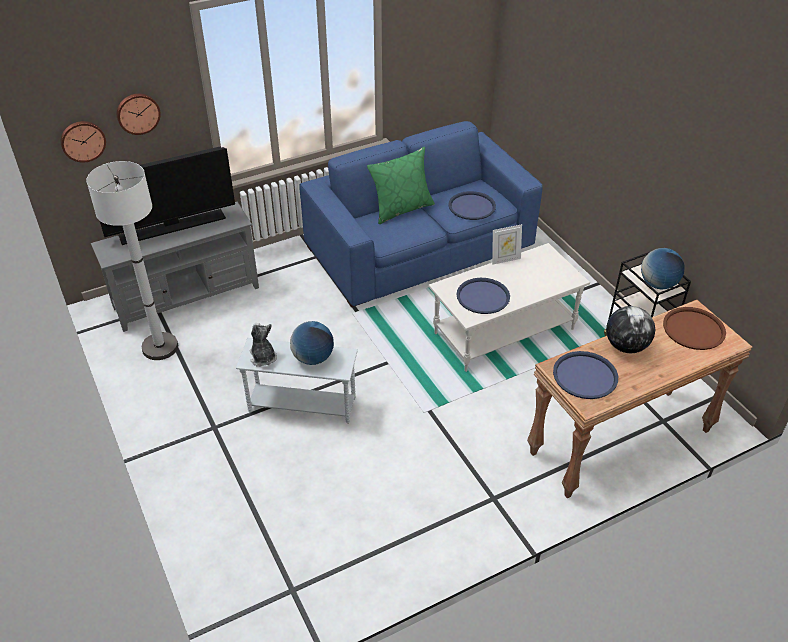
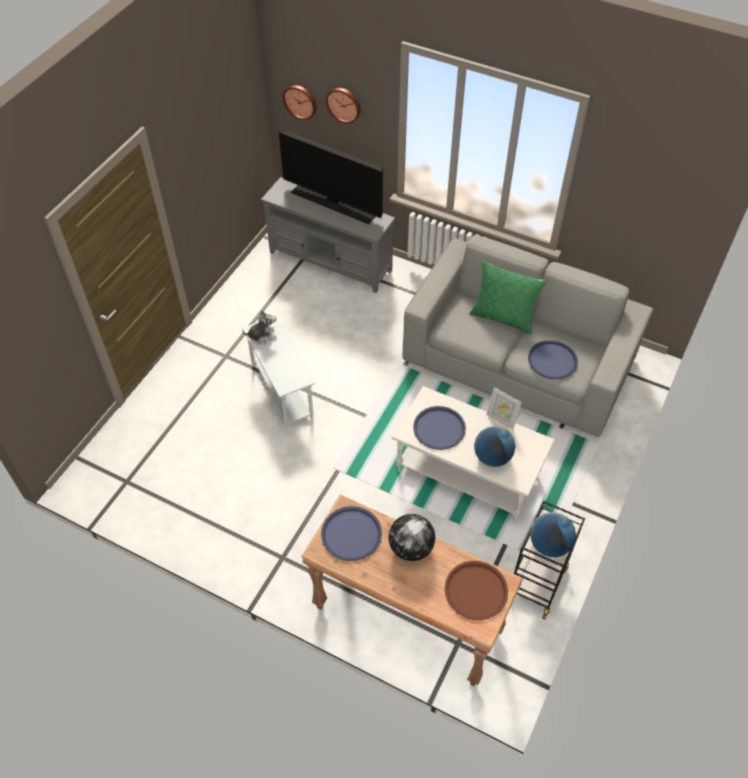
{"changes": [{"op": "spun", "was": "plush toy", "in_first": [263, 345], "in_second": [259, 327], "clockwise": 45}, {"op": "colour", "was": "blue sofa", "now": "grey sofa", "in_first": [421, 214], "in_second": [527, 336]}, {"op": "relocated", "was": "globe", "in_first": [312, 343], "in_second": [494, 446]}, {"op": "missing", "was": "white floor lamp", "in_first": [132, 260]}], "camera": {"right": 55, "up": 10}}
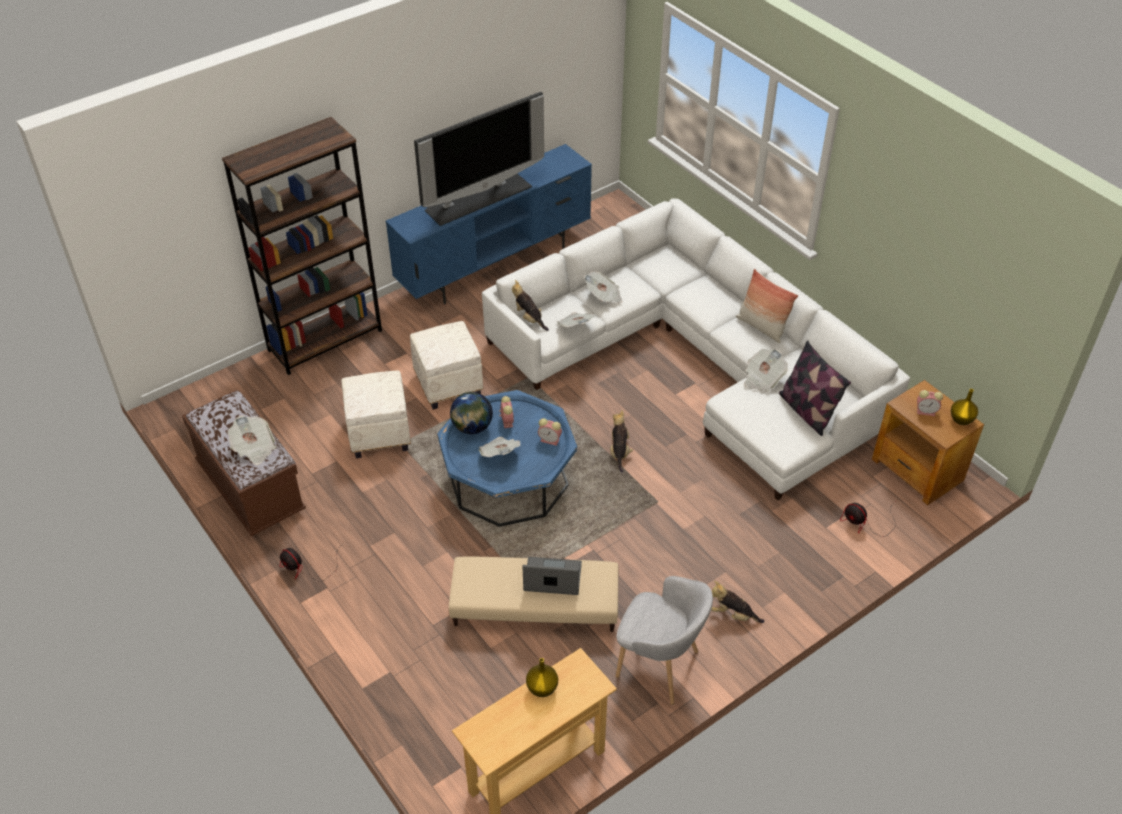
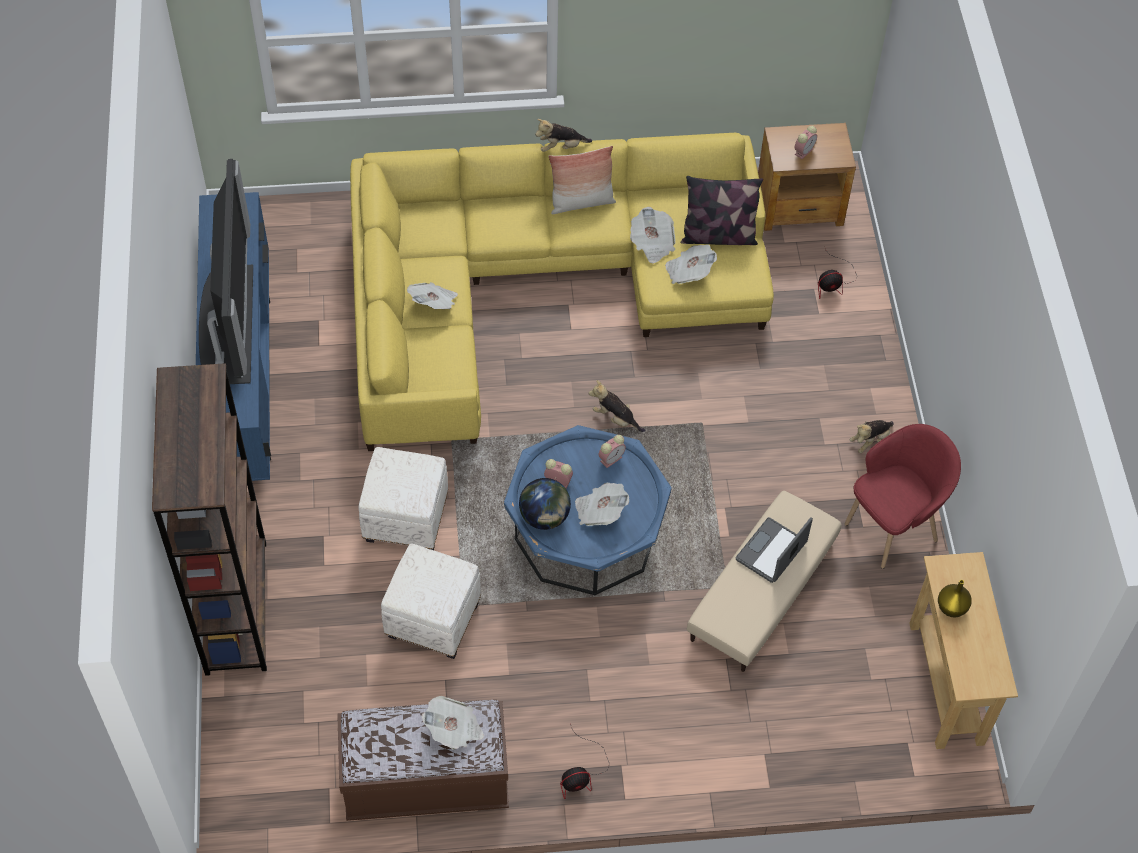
{"changes": [{"op": "colour", "was": "white sofa", "now": "yellow sofa", "in_first": [696, 349], "in_second": [562, 292]}, {"op": "relocated", "was": "plush toy", "in_first": [530, 305], "in_second": [563, 135]}, {"op": "relocated", "was": "newspaper", "in_first": [576, 319], "in_second": [691, 264]}, {"op": "colour", "was": "grey armchair", "now": "red armchair", "in_first": [664, 640], "in_second": [902, 496]}, {"op": "missing", "was": "yellow vase", "in_first": [964, 407]}], "camera": {"right": -60, "up": 10}}
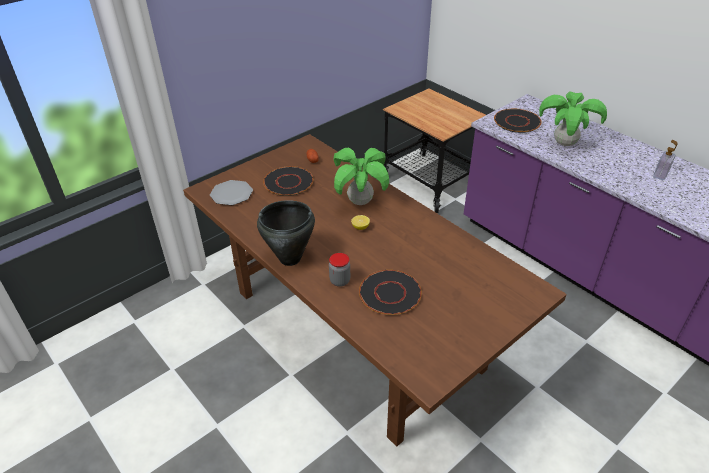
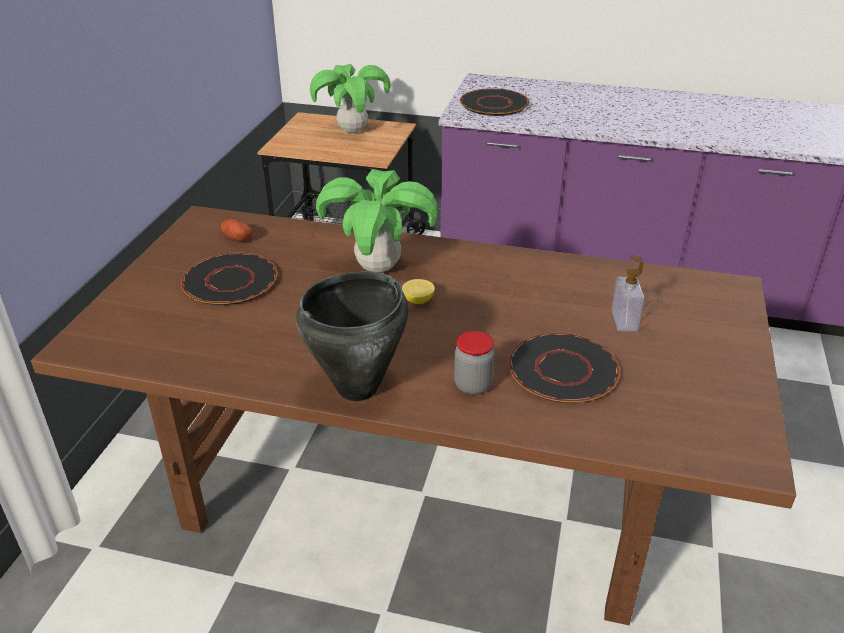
{"changes": [{"op": "relocated", "was": "potted plant", "in_first": [573, 118], "in_second": [350, 98]}, {"op": "relocated", "was": "soap dispenser", "in_first": [665, 160], "in_second": [628, 292]}, {"op": "missing", "was": "plate", "in_first": [231, 192]}], "camera": {"right": -35, "up": -5}}
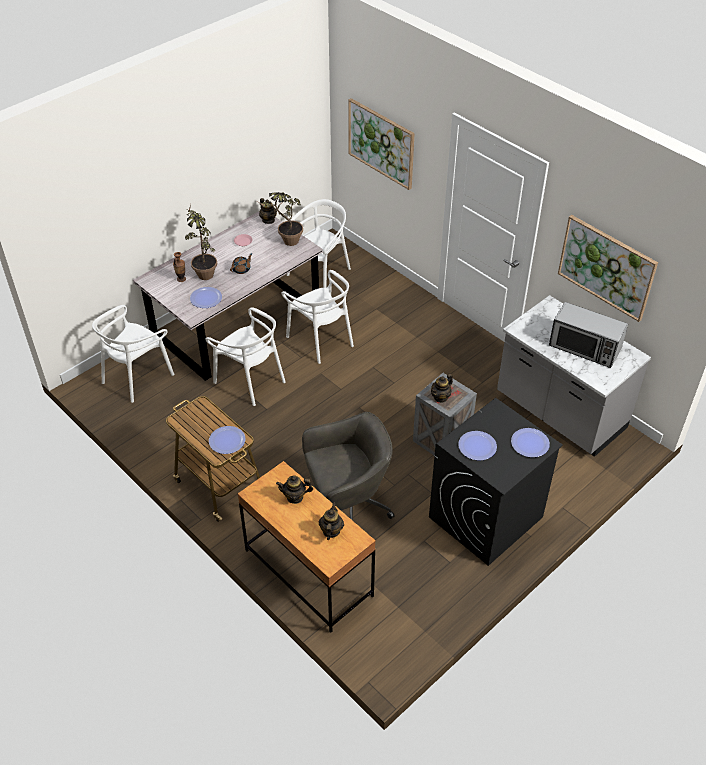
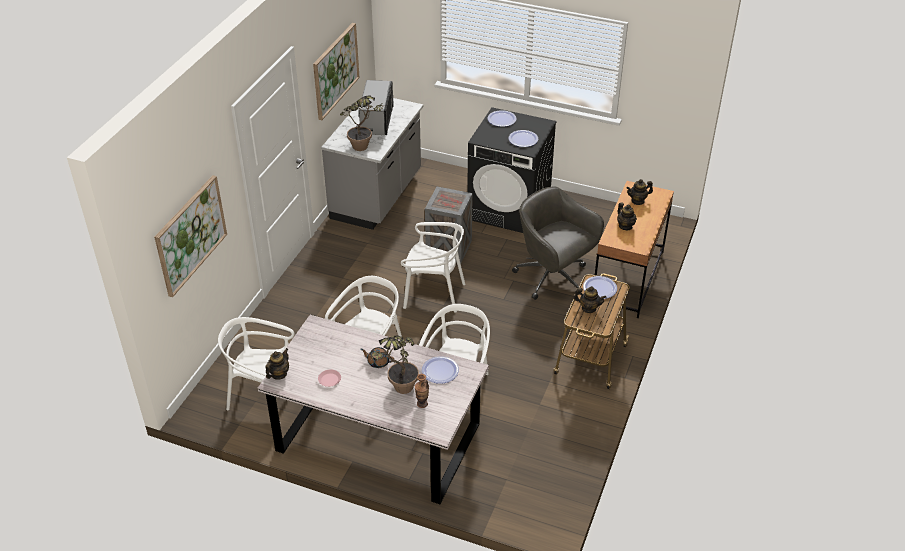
{"changes": [{"op": "relocated", "was": "potted plant", "in_first": [280, 219], "in_second": [362, 123]}, {"op": "relocated", "was": "white chair", "in_first": [133, 354], "in_second": [433, 267]}, {"op": "relocated", "was": "teapot", "in_first": [442, 388], "in_second": [590, 299]}], "camera": {"right": -115, "up": -5}}
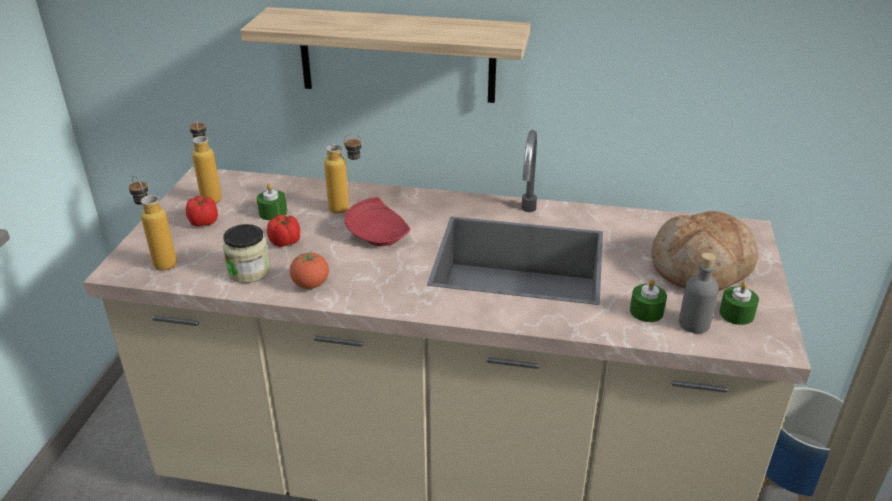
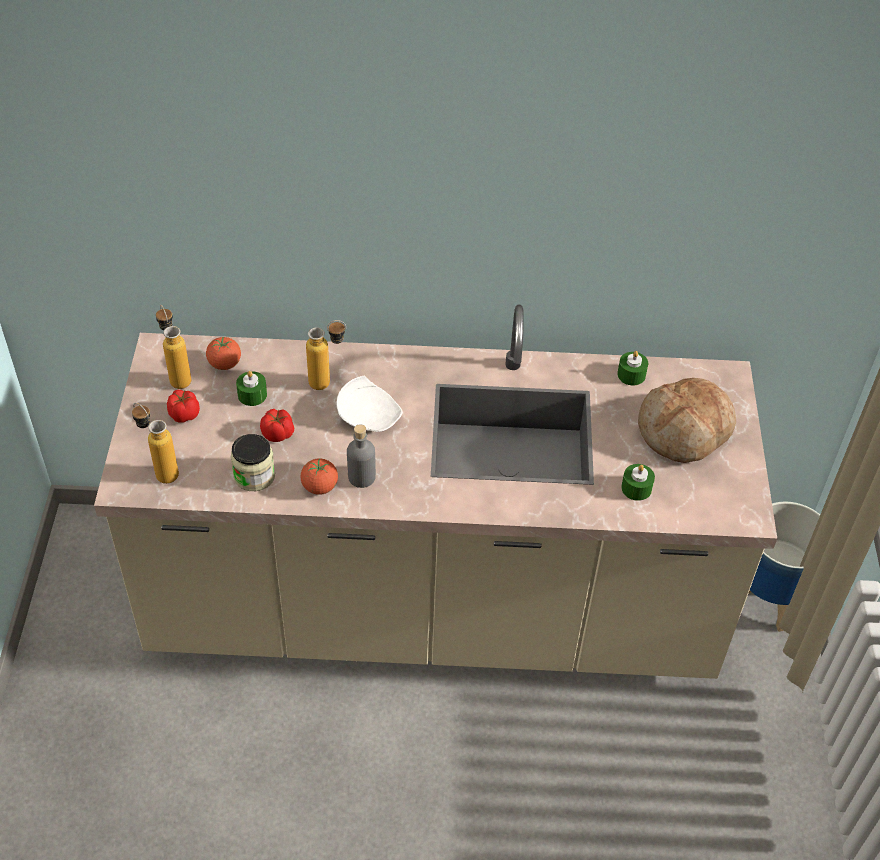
{"changes": [{"op": "appeared", "now": "tomato", "in_second": [223, 353]}, {"op": "colour", "was": "red plate", "now": "white plate", "in_first": [377, 221], "in_second": [370, 404]}, {"op": "relocated", "was": "grey bottle", "in_first": [699, 293], "in_second": [361, 456]}, {"op": "relocated", "was": "green candle", "in_first": [739, 303], "in_second": [632, 368]}, {"op": "missing", "was": "shelf", "in_first": [385, 55]}], "camera": {"right": -10, "up": 15}}
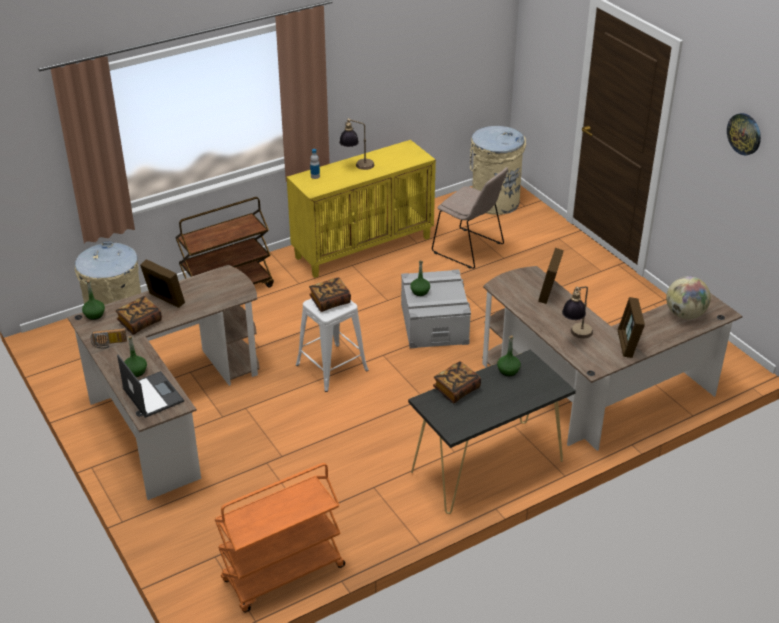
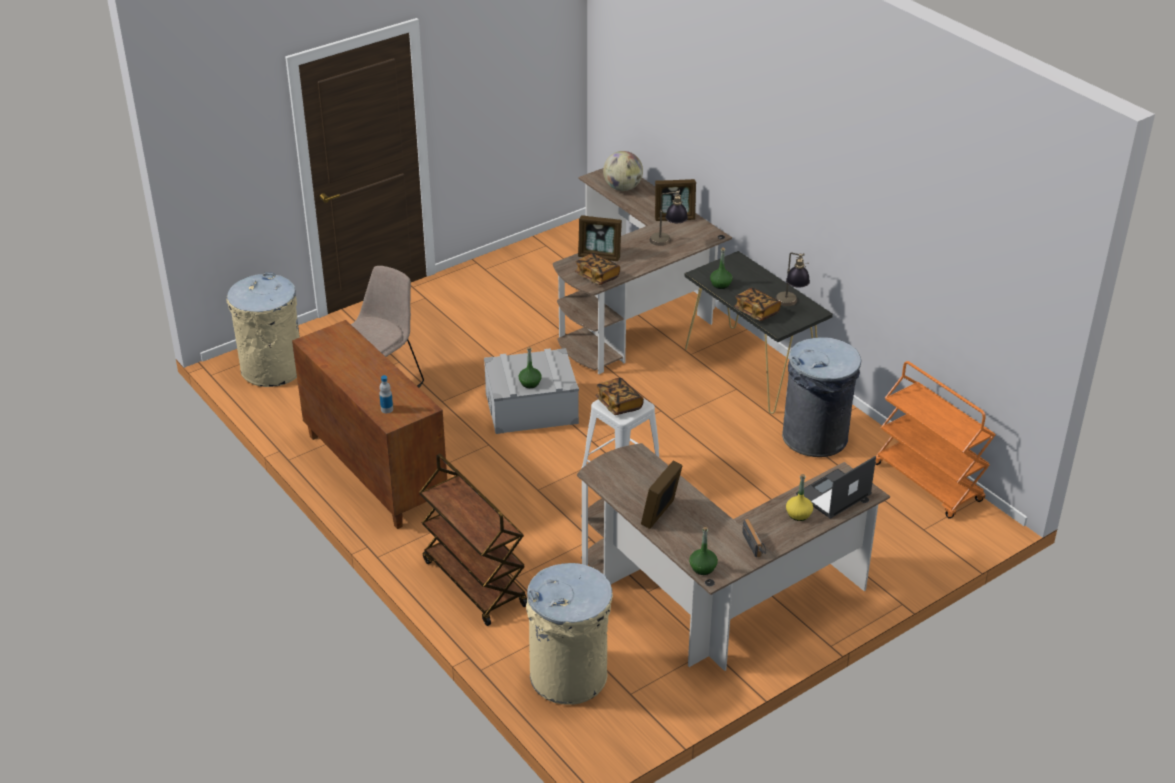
{"changes": [{"op": "colour", "was": "yellow cabinet", "now": "brown cabinet", "in_first": [361, 209], "in_second": [369, 424]}, {"op": "relocated", "was": "book", "in_first": [138, 315], "in_second": [597, 269]}, {"op": "relocated", "was": "table lamp", "in_first": [356, 144], "in_second": [792, 279]}, {"op": "appeared", "now": "grey trash can", "in_second": [822, 397]}, {"op": "colour", "was": "green bottle", "now": "yellow bottle", "in_first": [135, 356], "in_second": [799, 497]}, {"op": "missing", "was": "wall clock", "in_first": [744, 134]}], "camera": {"right": -95, "up": 0}}
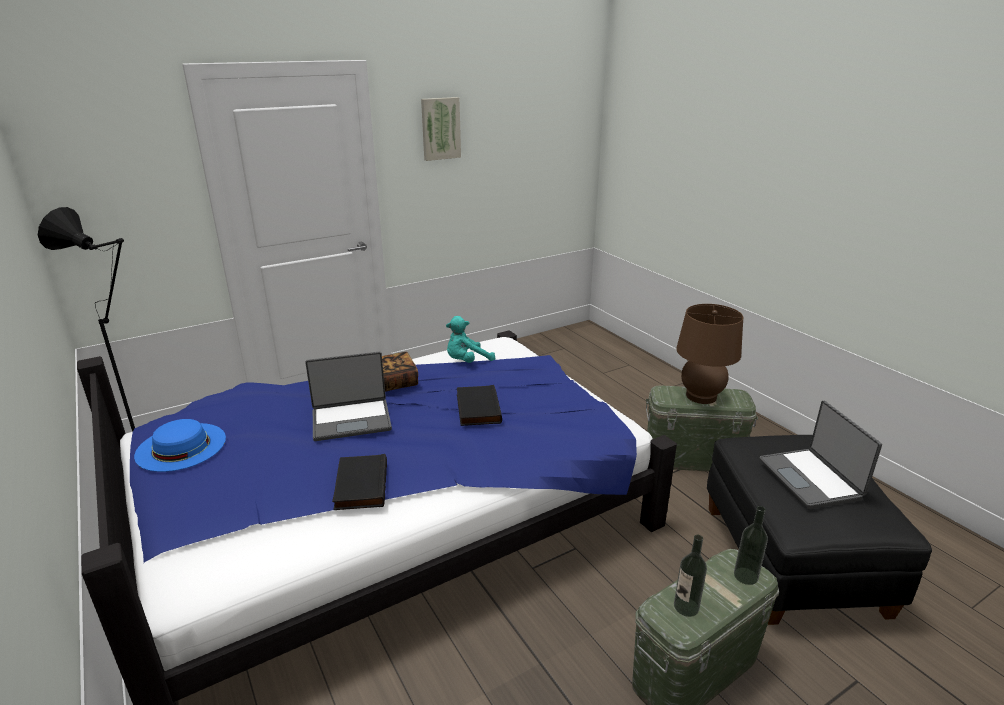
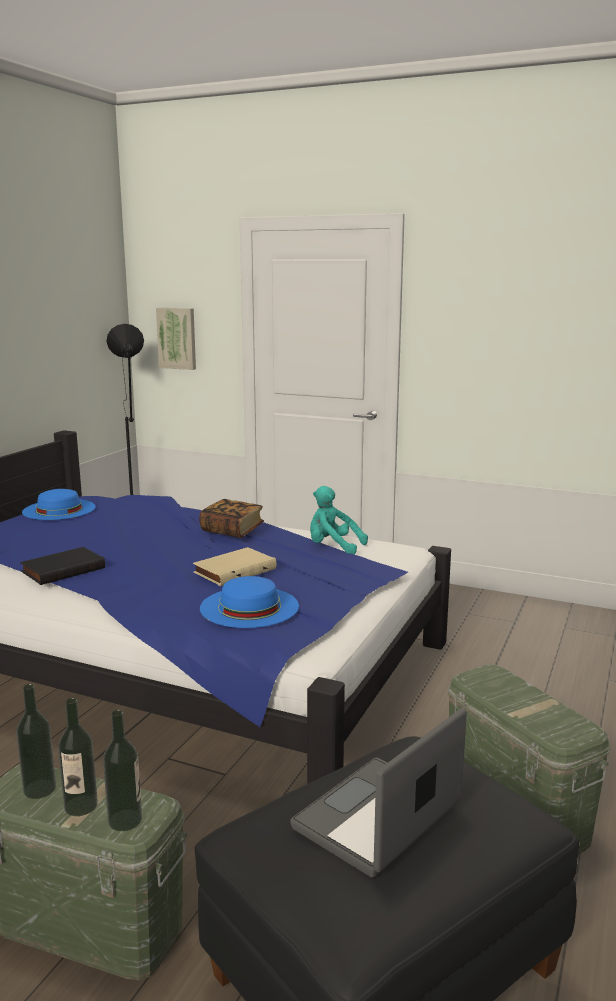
{"changes": [{"op": "appeared", "now": "bottle", "in_second": [78, 757]}, {"op": "relocated", "was": "picture", "in_first": [441, 129], "in_second": [176, 339]}, {"op": "colour", "was": "black book", "now": "beige book", "in_first": [479, 405], "in_second": [234, 566]}, {"op": "appeared", "now": "blue hat", "in_second": [249, 602]}, {"op": "missing", "was": "laptop", "in_first": [348, 396]}, {"op": "missing", "was": "brown table lamp", "in_first": [709, 354]}], "camera": {"right": 55, "up": -10}}
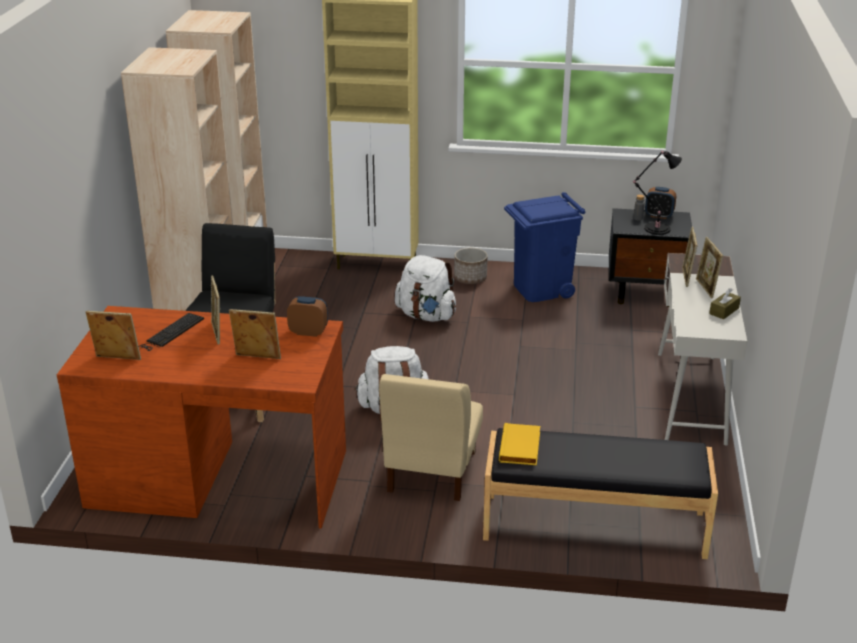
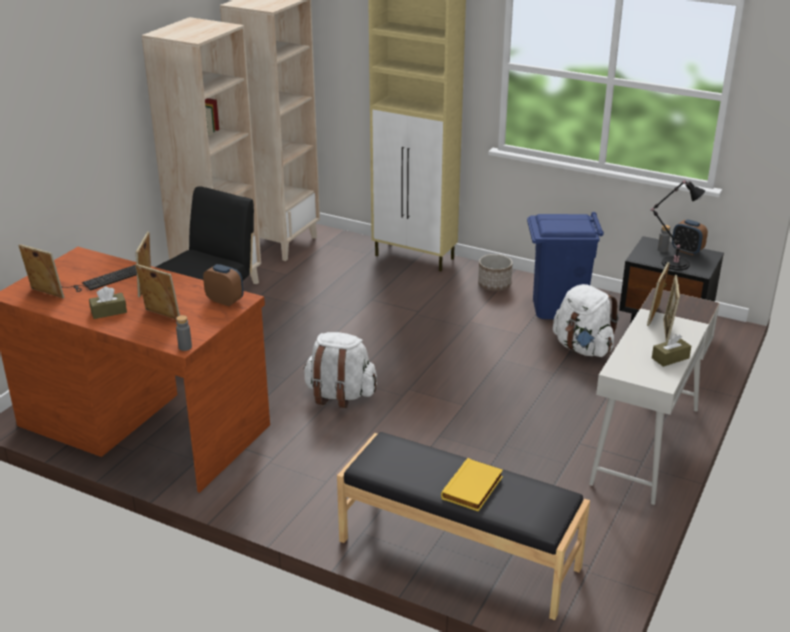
{"changes": [{"op": "appeared", "now": "brown tissue box", "in_second": [108, 302]}, {"op": "appeared", "now": "grey bottle", "in_second": [184, 333]}, {"op": "relocated", "was": "yellow book", "in_first": [519, 444], "in_second": [472, 484]}, {"op": "relocated", "was": "white backpack", "in_first": [425, 288], "in_second": [586, 320]}, {"op": "missing", "was": "beige chair", "in_first": [431, 437]}], "camera": {"right": 20, "up": 0}}
